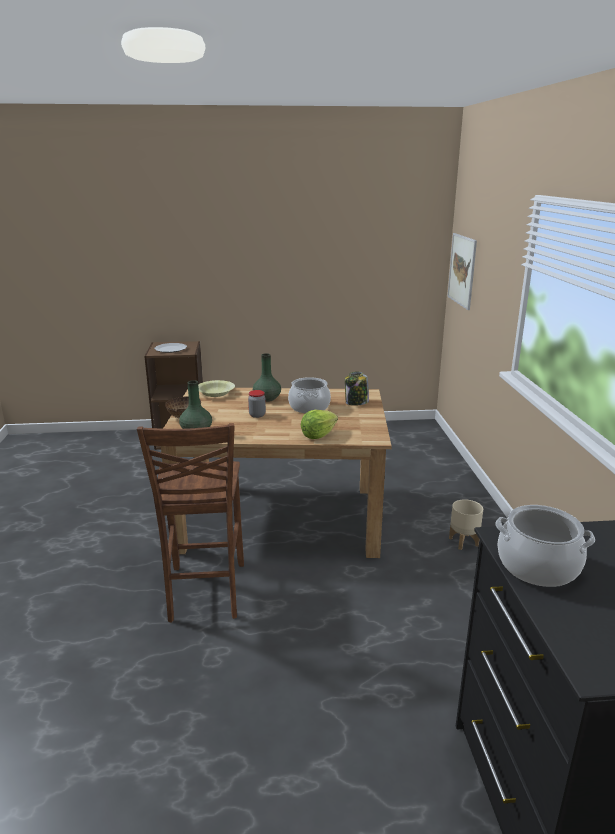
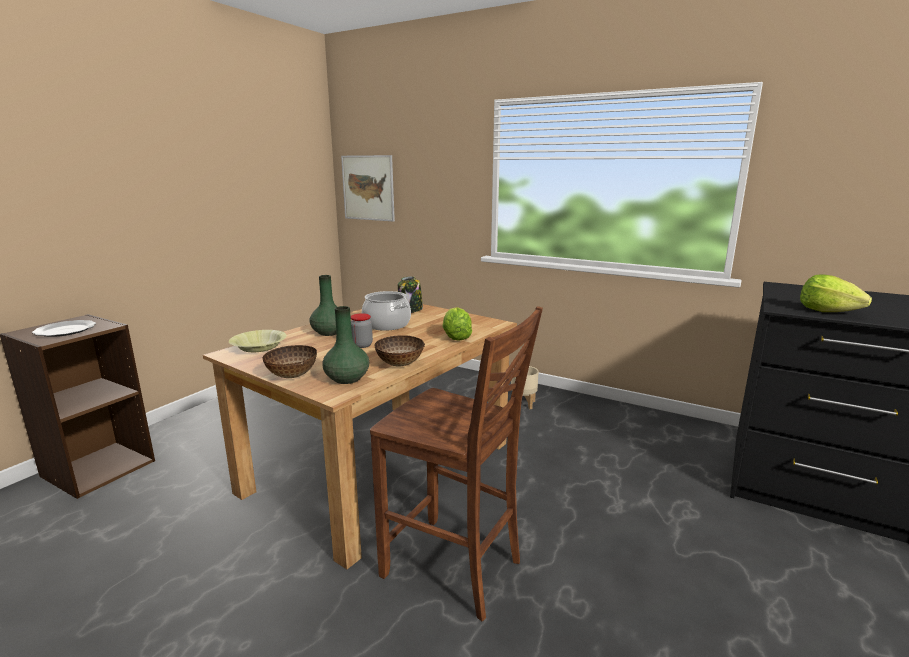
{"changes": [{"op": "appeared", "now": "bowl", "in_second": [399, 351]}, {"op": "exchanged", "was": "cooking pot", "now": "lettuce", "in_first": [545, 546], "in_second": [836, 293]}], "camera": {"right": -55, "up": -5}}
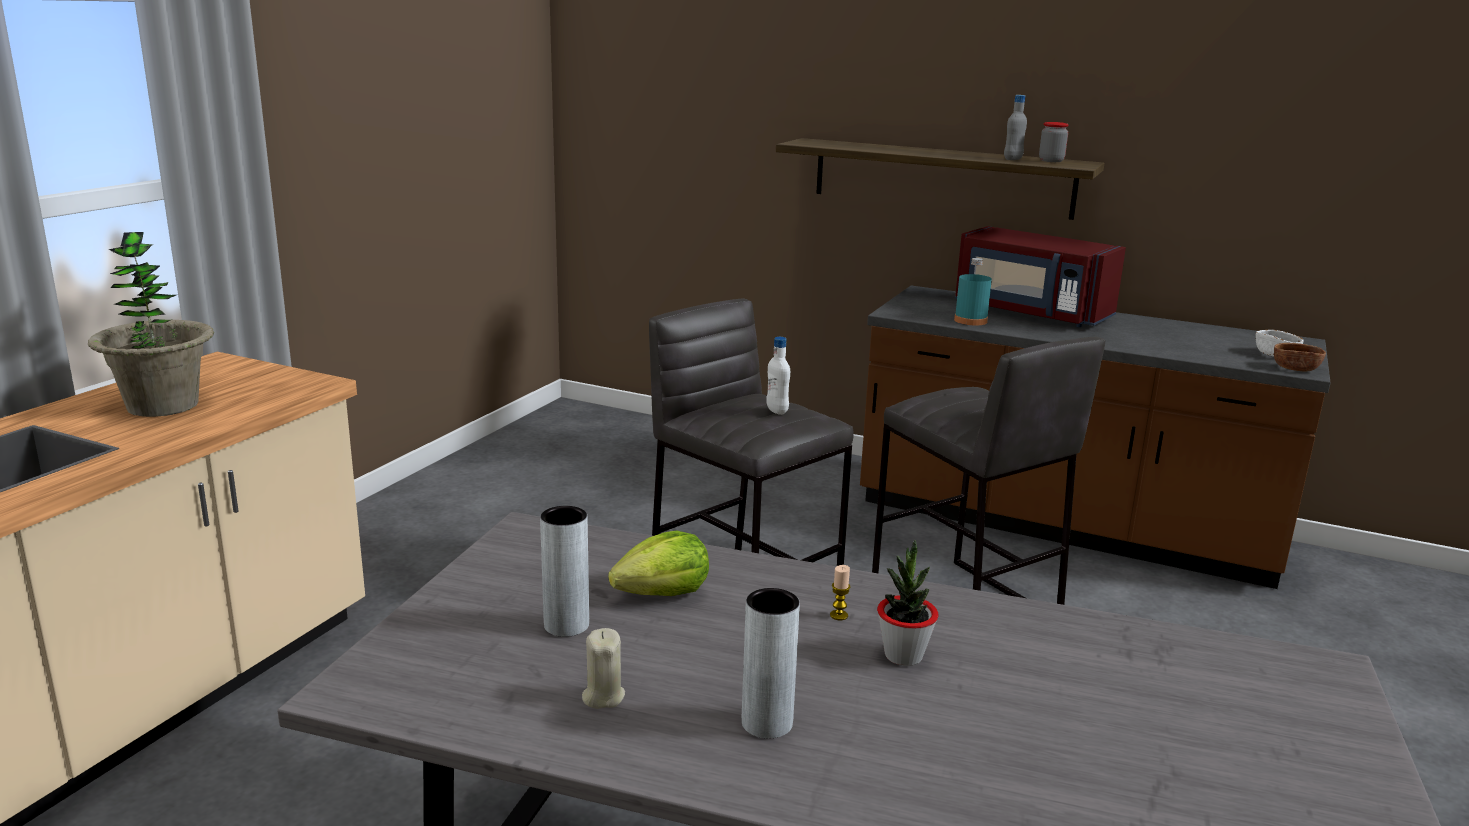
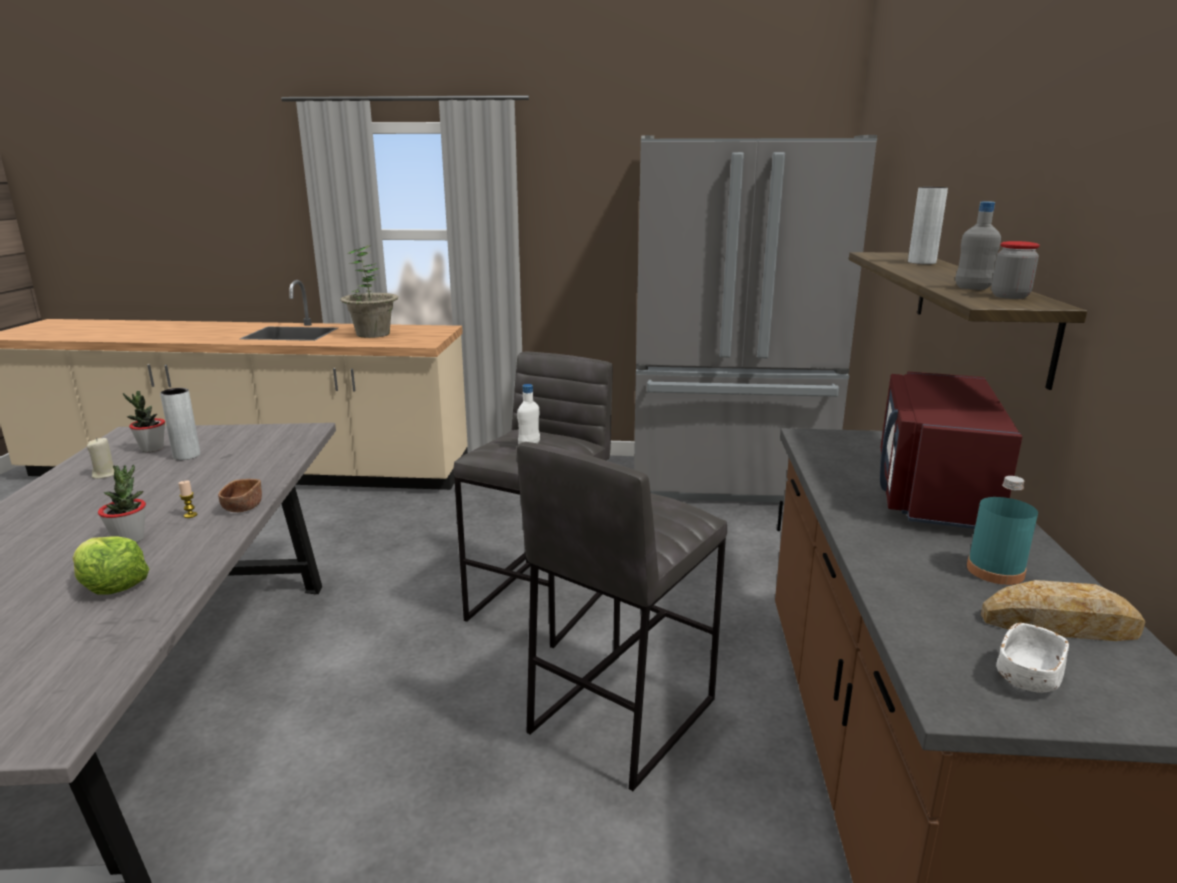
{"changes": [{"op": "relocated", "was": "lettuce", "in_first": [658, 563], "in_second": [111, 565]}, {"op": "appeared", "now": "potted plant", "in_second": [144, 421]}, {"op": "relocated", "was": "brown bowl", "in_first": [1300, 357], "in_second": [240, 495]}, {"op": "appeared", "now": "grey fridge", "in_second": [755, 319]}, {"op": "relocated", "was": "grey vase", "in_first": [771, 663], "in_second": [928, 225]}, {"op": "relocated", "was": "turquoise bottle", "in_first": [973, 291], "in_second": [1002, 530]}, {"op": "appeared", "now": "bread", "in_second": [1063, 610]}], "camera": {"right": 70, "up": 0}}
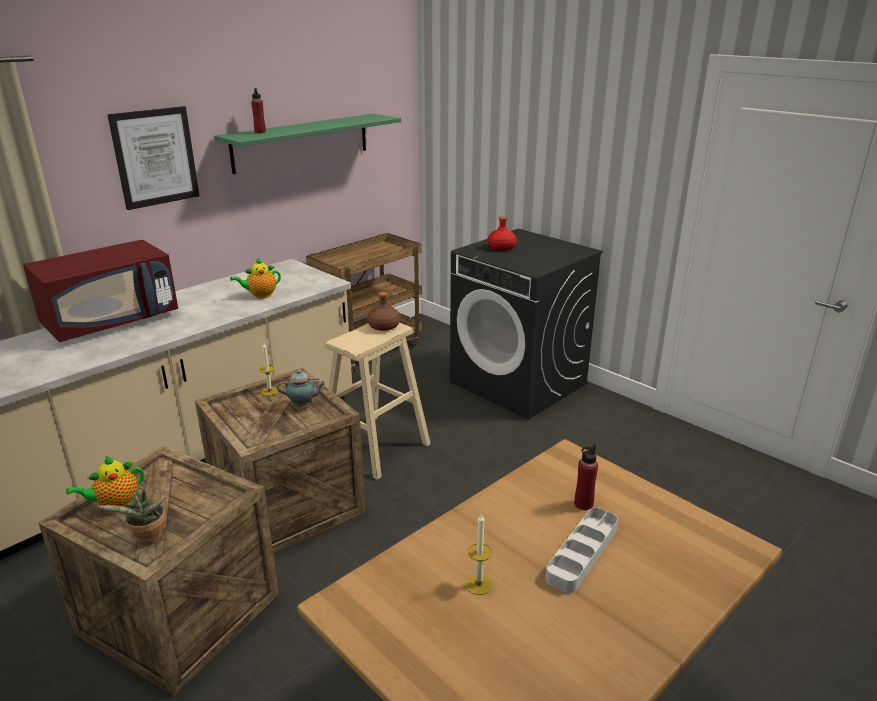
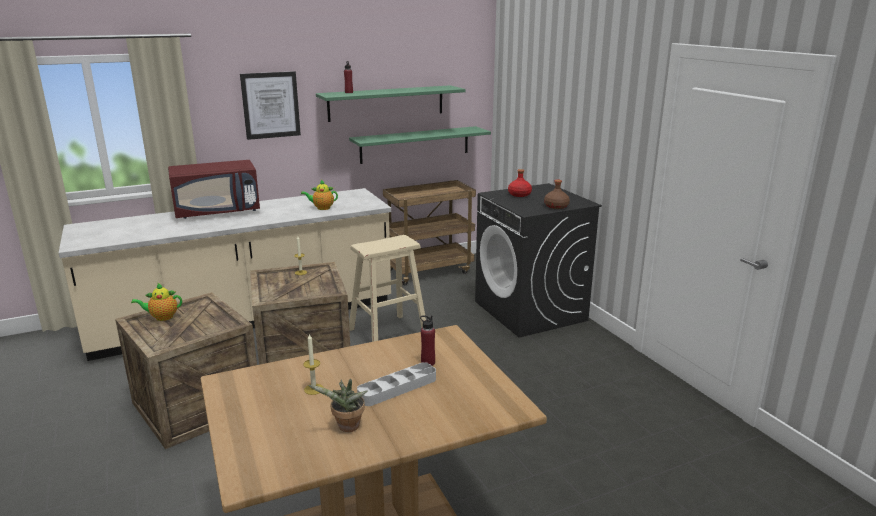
{"changes": [{"op": "relocated", "was": "potted plant", "in_first": [131, 516], "in_second": [338, 405]}, {"op": "appeared", "now": "green shelf", "in_second": [420, 145]}, {"op": "relocated", "was": "brown bottle", "in_first": [383, 311], "in_second": [557, 194]}, {"op": "missing", "was": "teapot", "in_first": [301, 388]}], "camera": {"right": 20, "up": -5}}
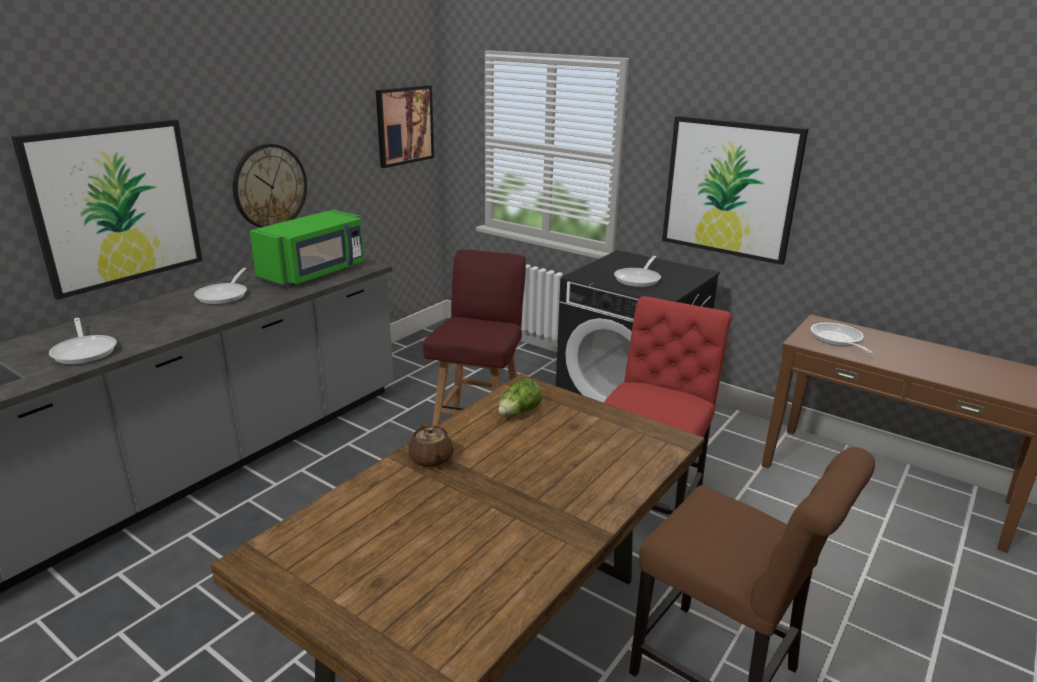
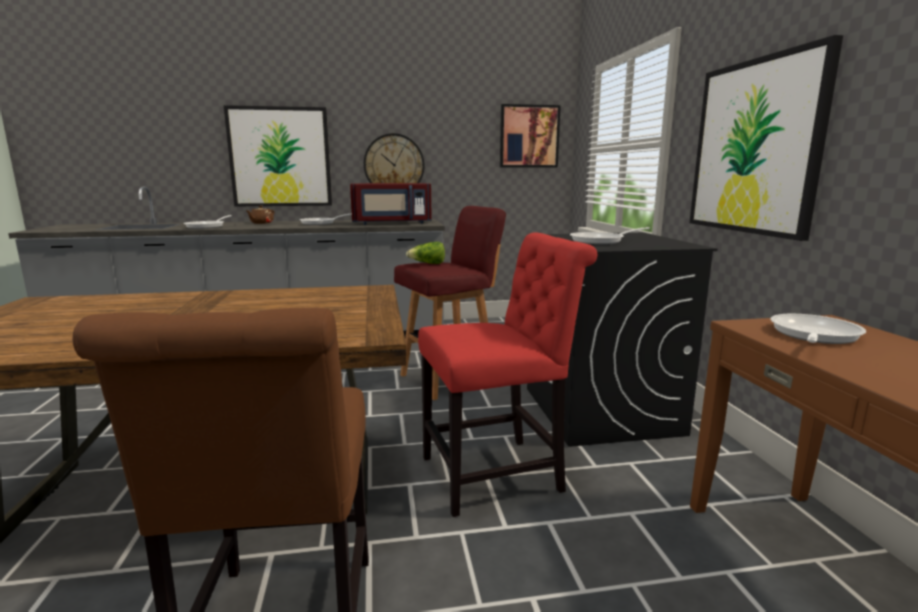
{"changes": [{"op": "relocated", "was": "brown teapot", "in_first": [431, 444], "in_second": [260, 214]}, {"op": "colour", "was": "green microwave", "now": "red microwave", "in_first": [307, 248], "in_second": [391, 204]}, {"op": "relocated", "was": "lettuce", "in_first": [520, 397], "in_second": [425, 253]}], "camera": {"right": 45, "up": -10}}
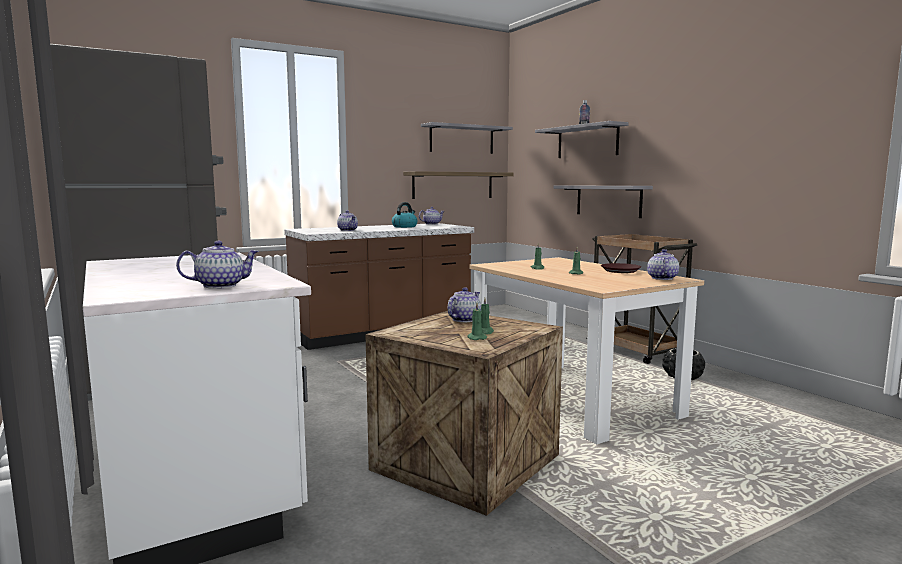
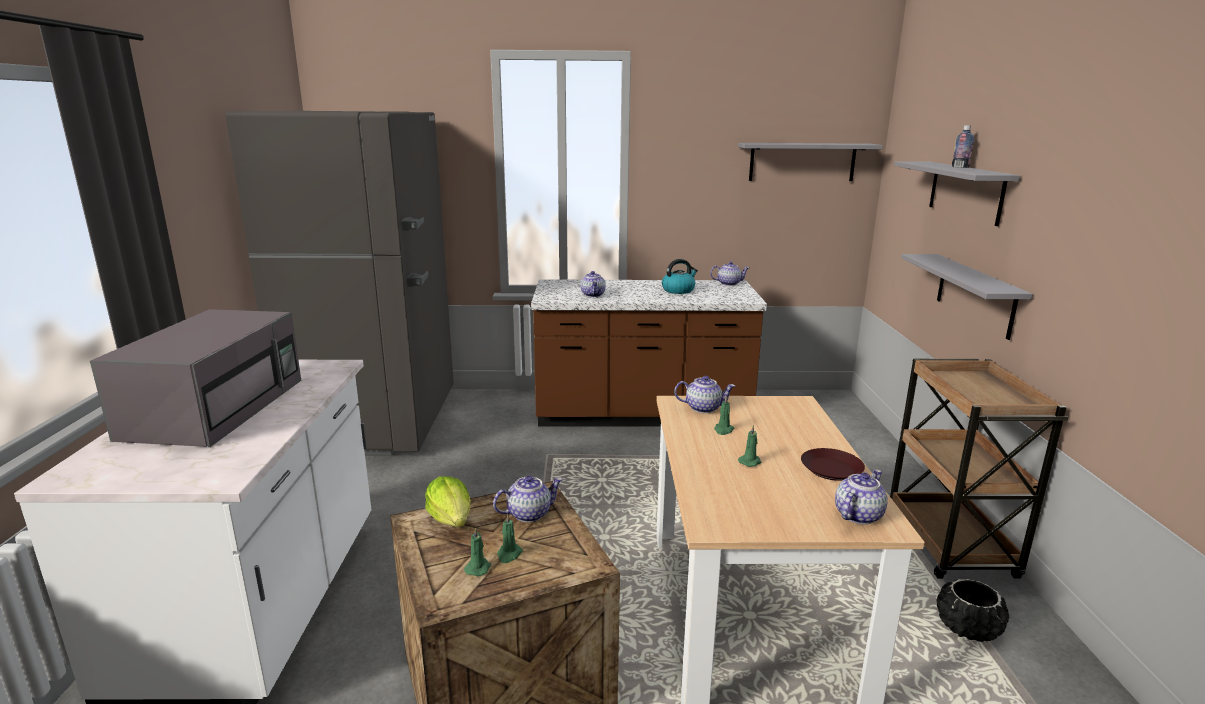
{"changes": [{"op": "appeared", "now": "grey microwave", "in_second": [195, 378]}, {"op": "appeared", "now": "lettuce", "in_second": [448, 501]}, {"op": "relocated", "was": "teapot", "in_first": [217, 265], "in_second": [704, 394]}, {"op": "missing", "was": "shelf", "in_first": [458, 185]}], "camera": {"right": 30, "up": 10}}
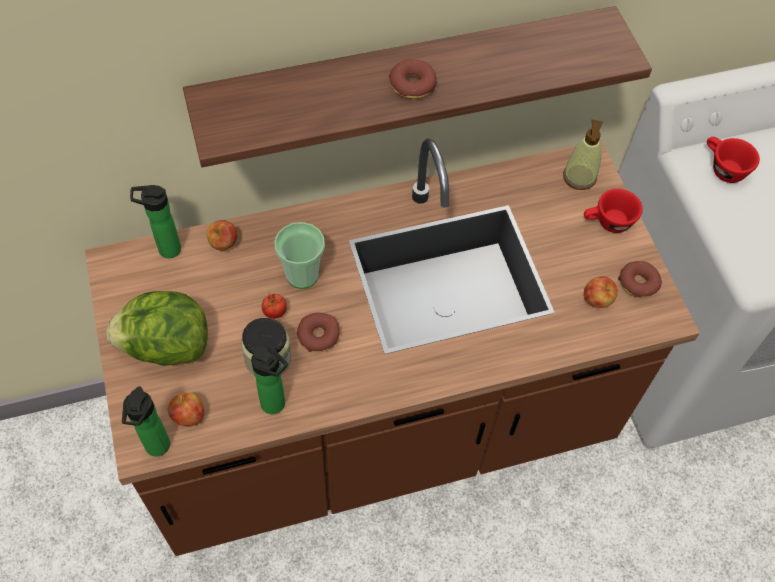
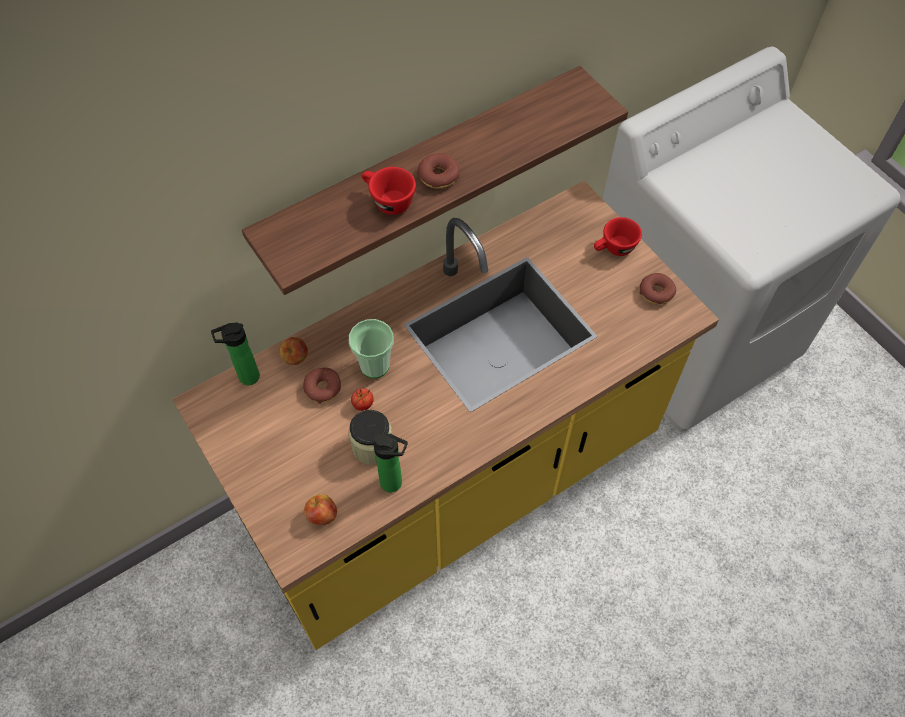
{"changes": [{"op": "colour", "was": "brown counter", "now": "yellow counter", "in_first": [392, 347], "in_second": [445, 415]}, {"op": "relocated", "was": "donut", "in_first": [318, 332], "in_second": [322, 386]}, {"op": "relocated", "was": "red cup", "in_first": [733, 160], "in_second": [389, 191]}, {"op": "missing", "was": "lettuce", "in_first": [157, 328]}, {"op": "missing", "was": "bottle", "in_first": [146, 421]}, {"op": "missing", "was": "soap dispenser", "in_first": [583, 155]}, {"op": "missing", "was": "apple", "in_first": [601, 292]}], "camera": {"right": -15, "up": 0}}
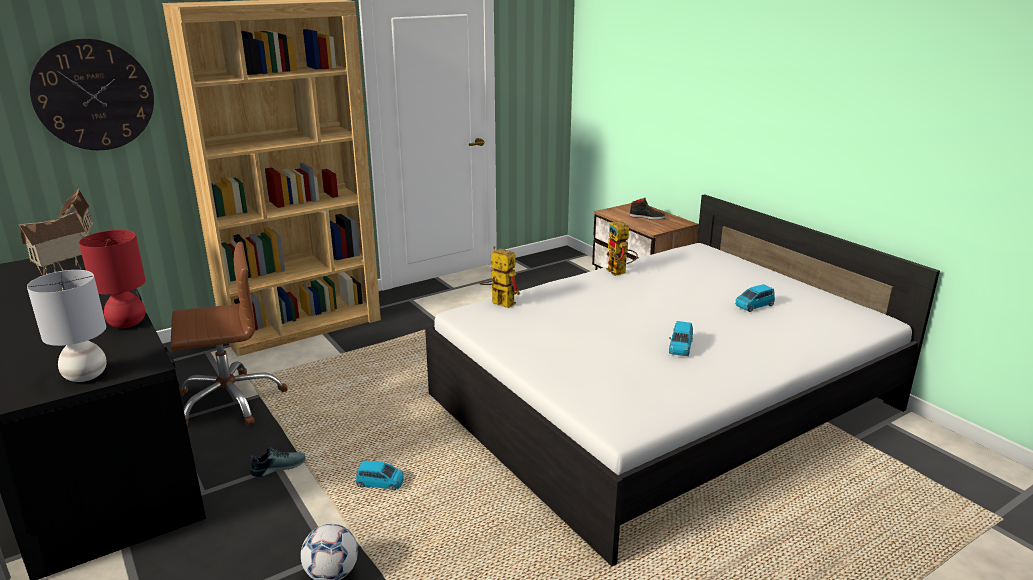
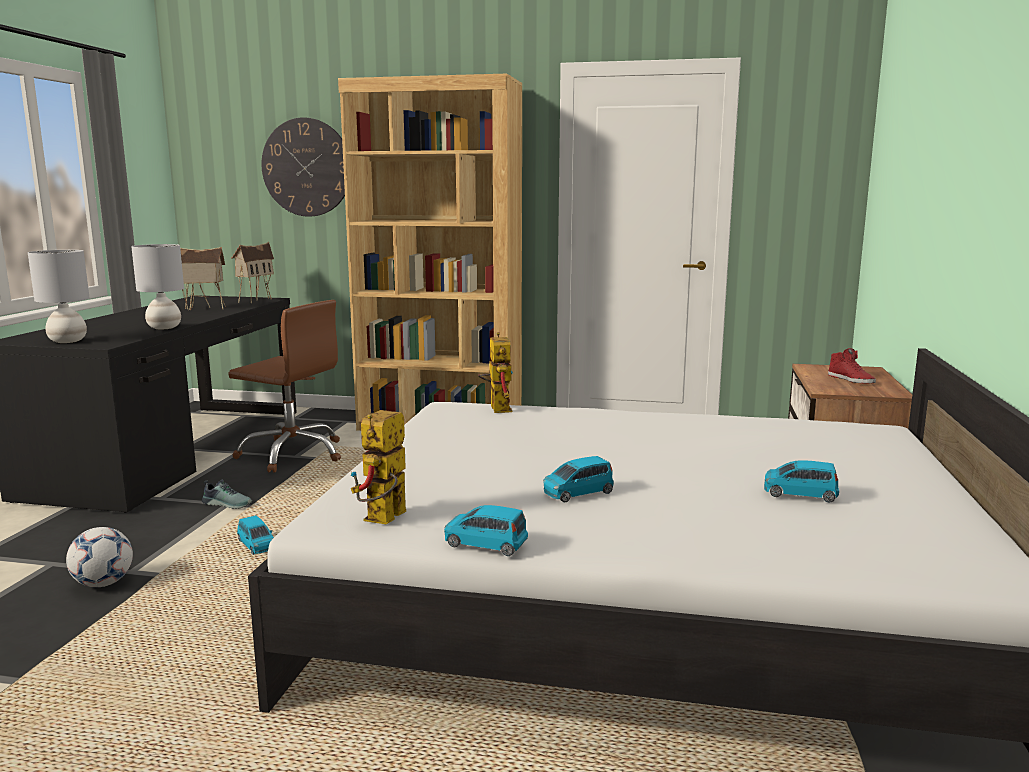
{"changes": [{"op": "colour", "was": "red table lamp", "now": "grey table lamp", "in_first": [112, 279], "in_second": [157, 286]}, {"op": "relocated", "was": "toy robot", "in_first": [622, 248], "in_second": [378, 467]}, {"op": "appeared", "now": "blue toy car", "in_second": [486, 530]}, {"op": "colour", "was": "black shoe", "now": "red shoe", "in_first": [647, 209], "in_second": [852, 366]}], "camera": {"right": 45, "up": -10}}
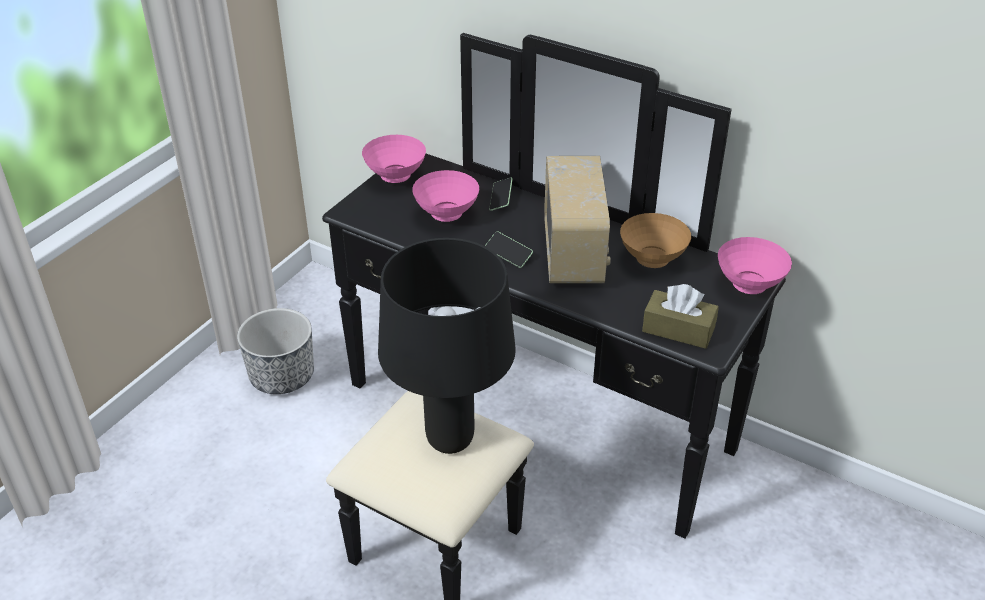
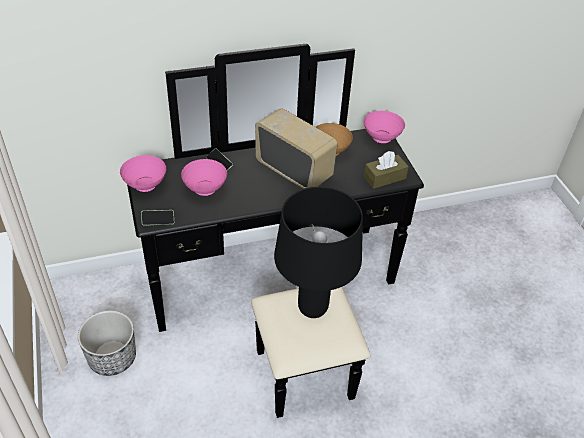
{"changes": [{"op": "relocated", "was": "phone", "in_first": [509, 249], "in_second": [157, 218]}], "camera": {"right": -50, "up": 5}}
